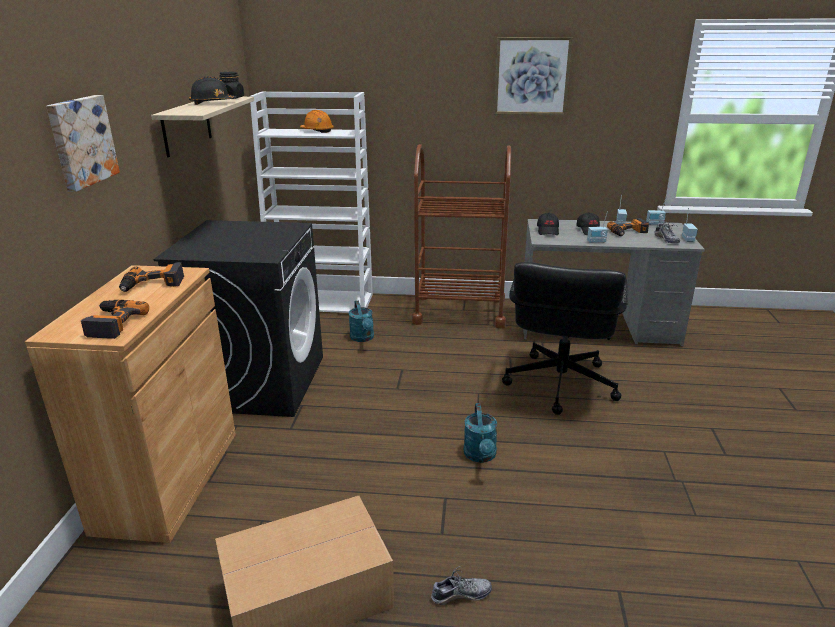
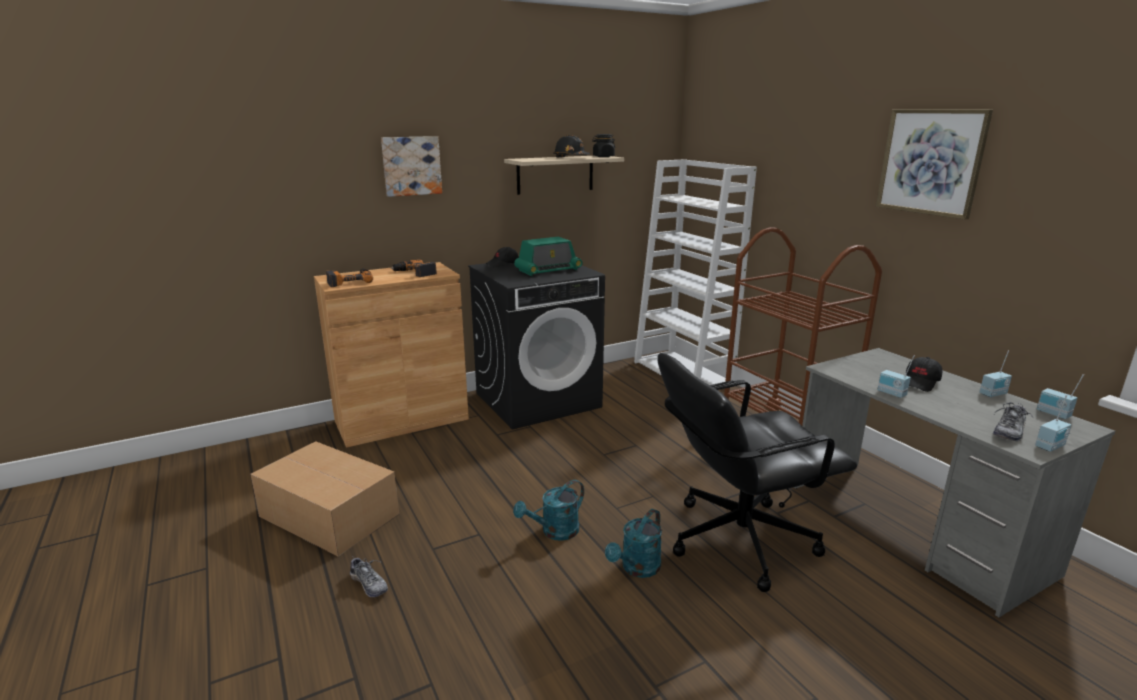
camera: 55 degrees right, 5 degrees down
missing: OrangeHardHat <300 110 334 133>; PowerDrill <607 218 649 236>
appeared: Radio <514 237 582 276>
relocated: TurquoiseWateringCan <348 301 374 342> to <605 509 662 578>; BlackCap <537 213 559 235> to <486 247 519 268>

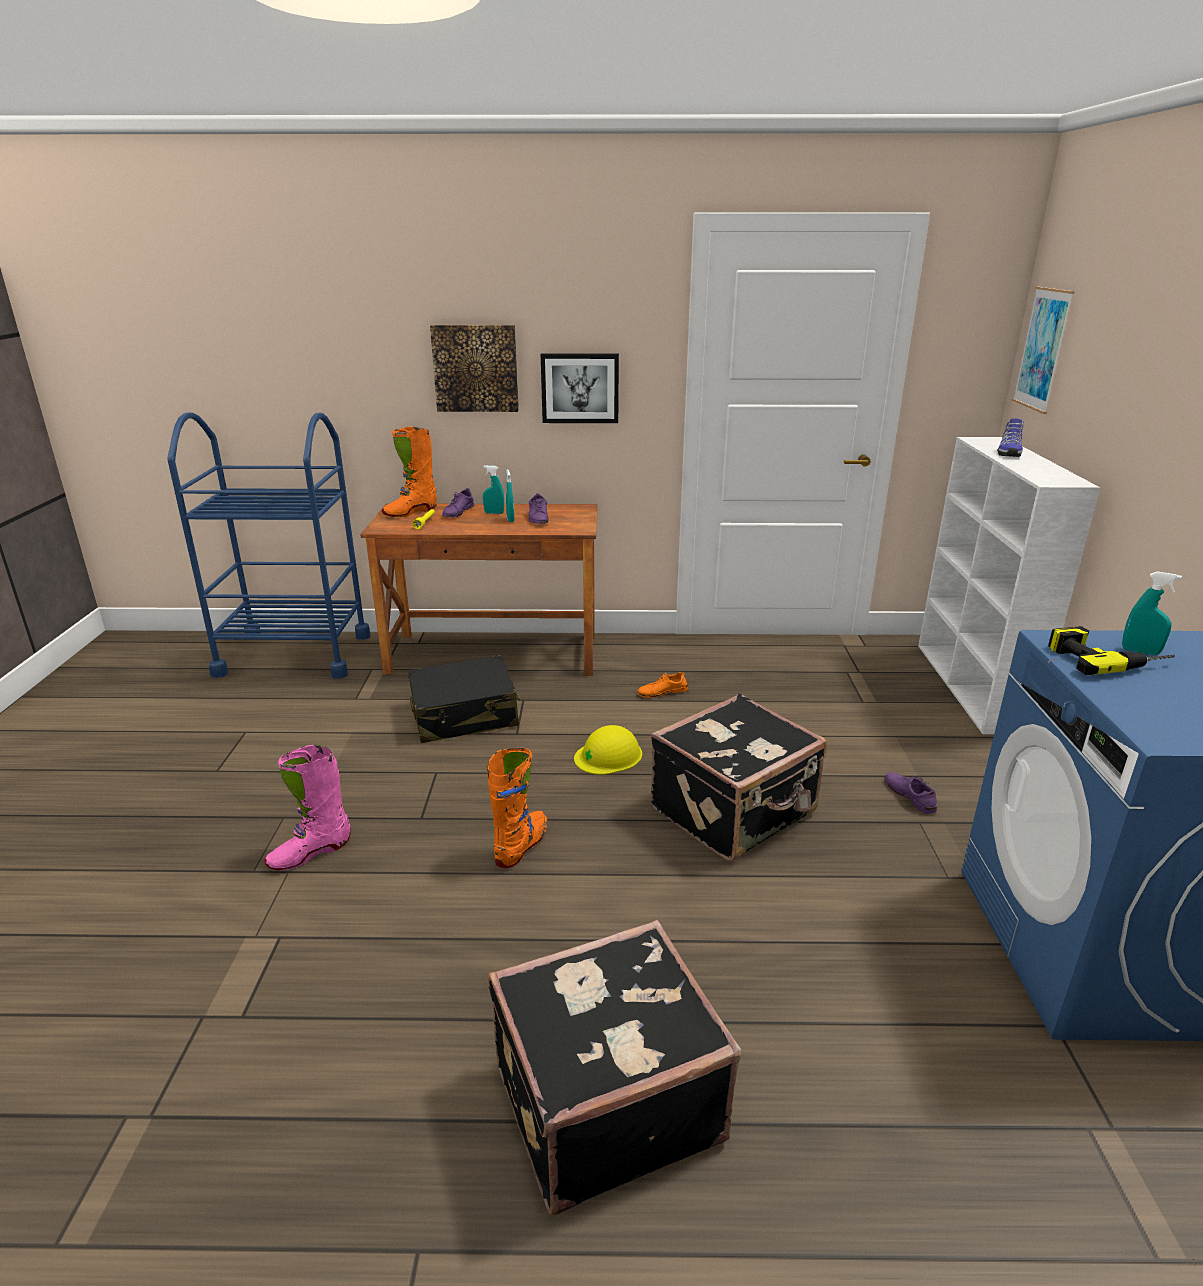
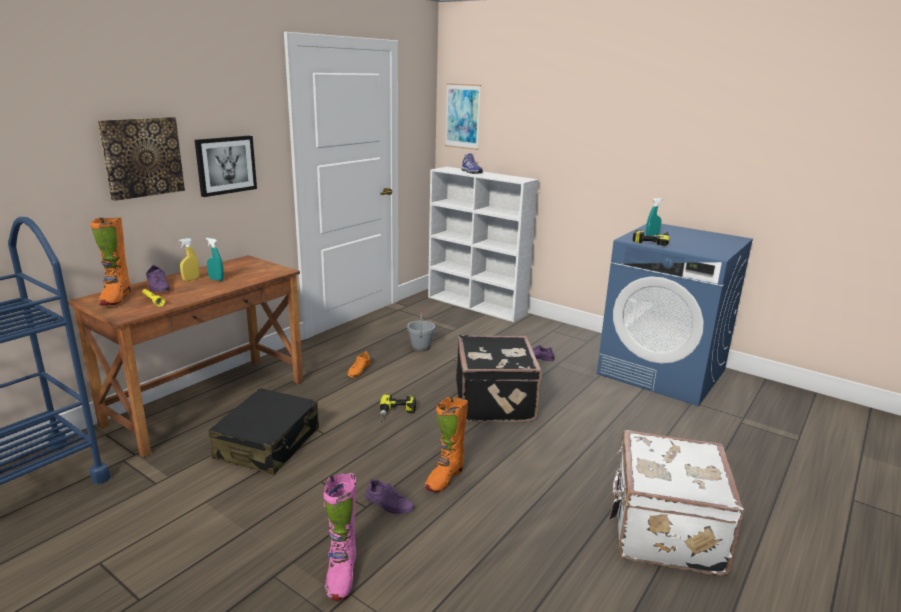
camera: 55 degrees left, 5 degrees down
appeared: GreyBucket <407 308 435 351>
relocated: PurpleShoe <529 493 549 524> to <365 479 415 514>
exchanged: YellowHardHat <574 725 642 775> to PowerDrill <380 394 416 423>
colour: TurquoiseSprayBottle <483 465 504 514> to YellowSprayBottle <179 238 199 281>; BlackSuitcase <488 920 741 1215> to WhiteSuitcase <609 430 744 576>
spun: OrangeBoot <487 748 547 868> = <425 397 468 492> 120 degrees counterclockwise

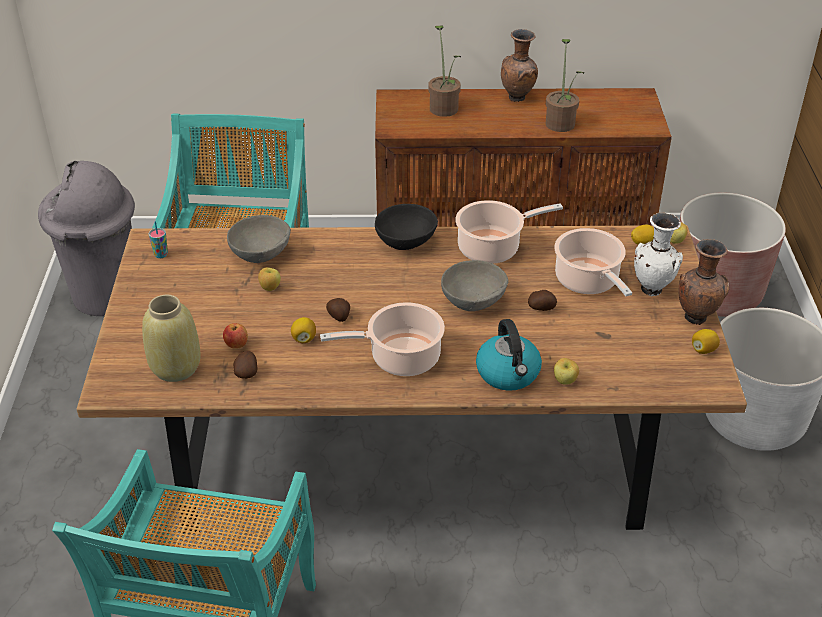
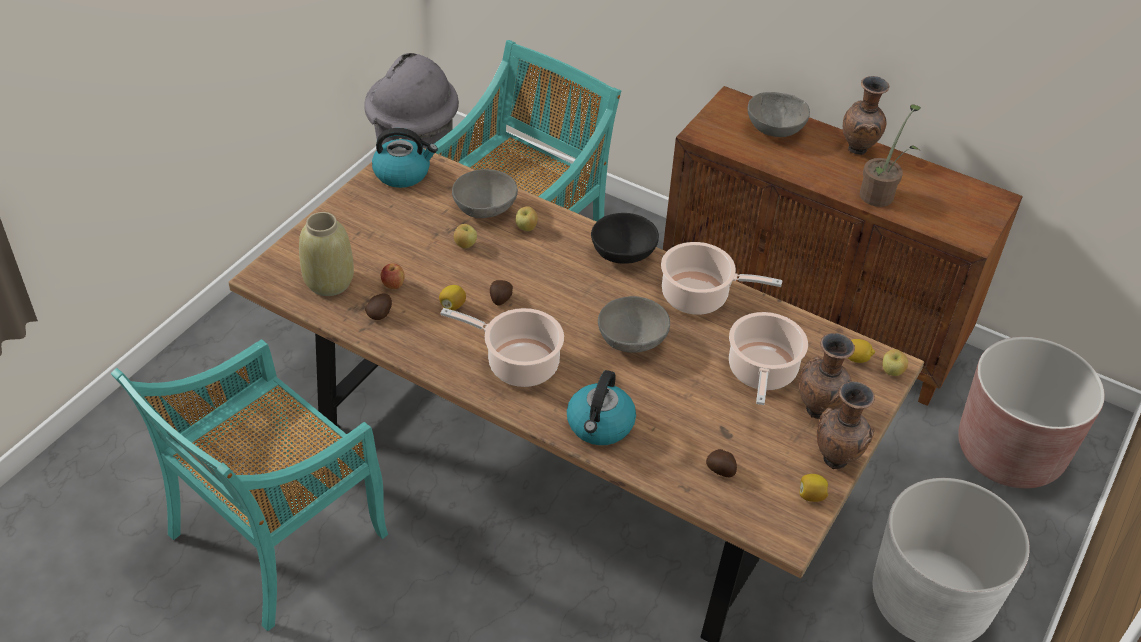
camera: 30 degrees right, 5 degrees up
relocated: Potato <528 290 557 311> to <706 449 737 477>; Apple <554 358 579 385> to <516 207 538 231>
exchanged: Cup <149 221 168 258> to Kettle <372 128 438 188>; PottedPlant <428 25 461 117> to GreyBowl <748 92 810 137>
colour: WhiteVase <634 212 683 297> to BrownVase <799 333 855 419>

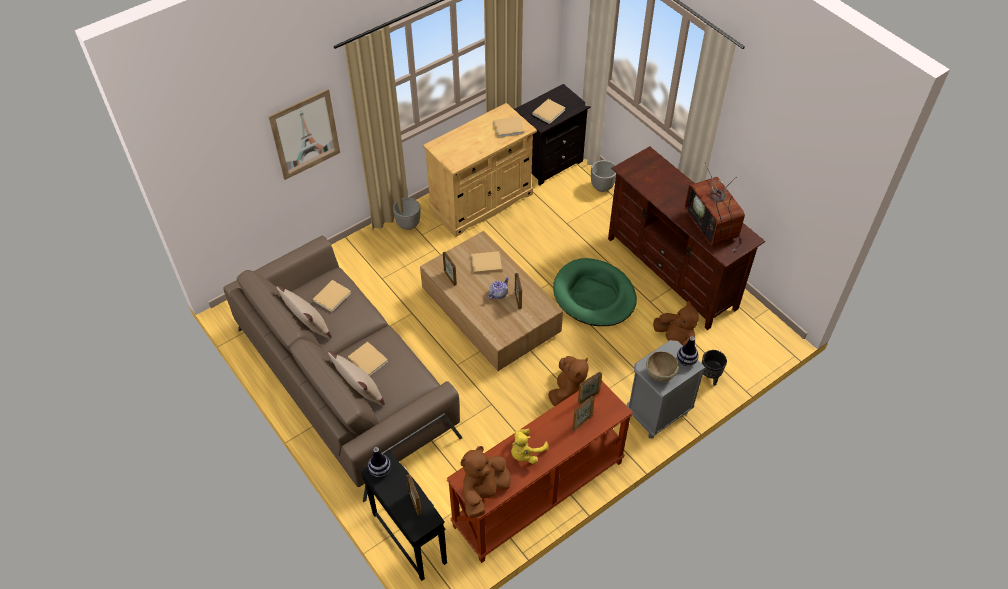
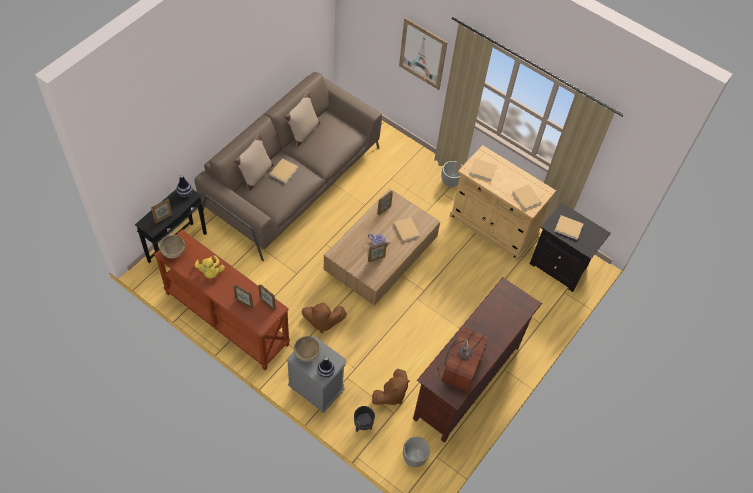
camera: 70 degrees right, 5 degrees up
missing: GreenDogBed <553 258 637 326>
relocated: BeigeBook <313 280 351 312> to <469 158 497 181>; Planter <591 160 616 192> to <403 437 430 467>
exchanged: BrownPlushToy <461 446 511 518> to BrownBowl <159 235 185 259>
spun: YellowPlushToy <511 429 548 464> = <194 255 225 278> 135 degrees counterclockwise; Television <685 163 745 252> = <437 326 489 392> 150 degrees clockwise

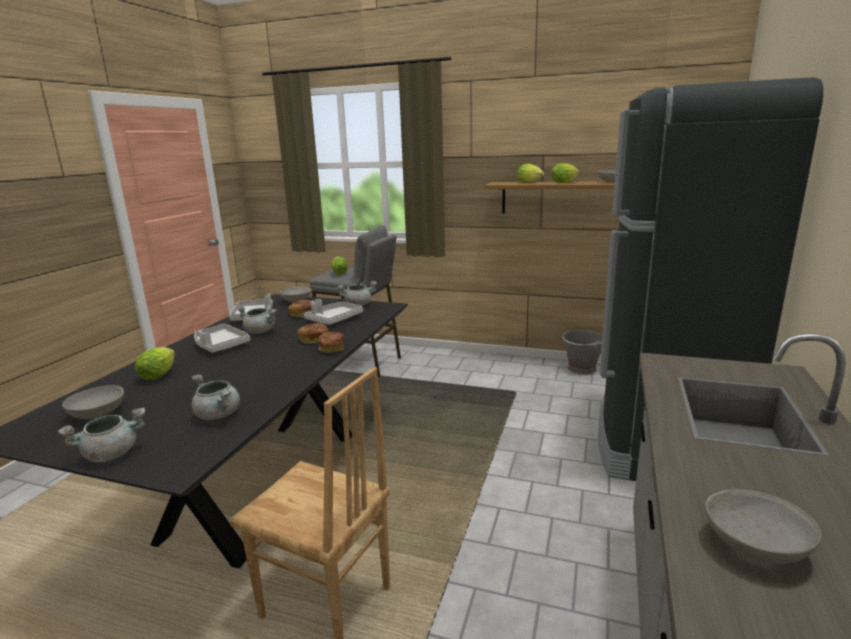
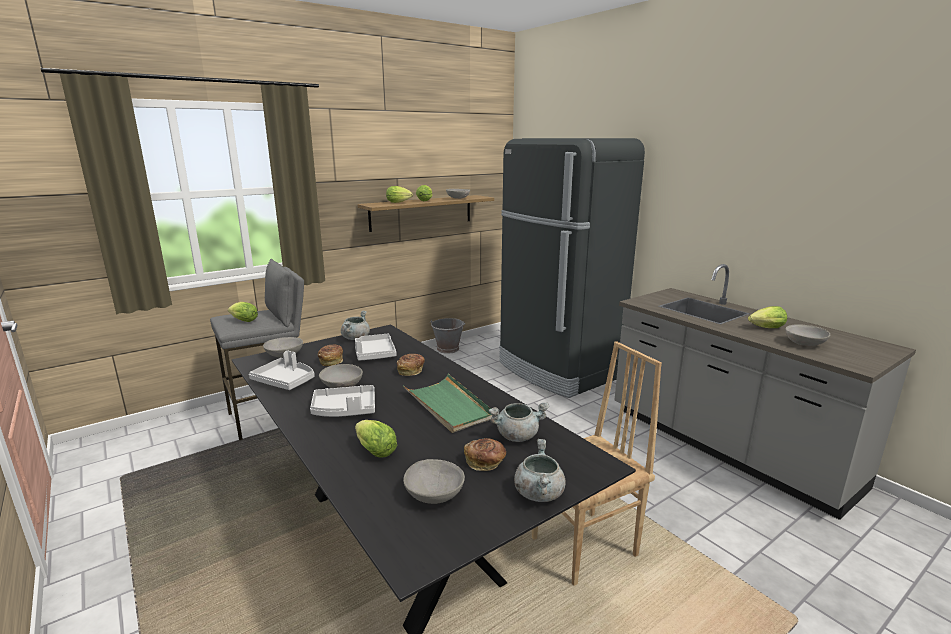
camera: 55 degrees left, 0 degrees up
appeared: GreenTray <403 374 492 433>; Lettuce <748 306 787 328>
relocated: Bread <318 332 344 353> to <464 438 506 471>
exchanged: GreyCookingPot <236 306 277 334> to GreyBowl <319 364 363 388>

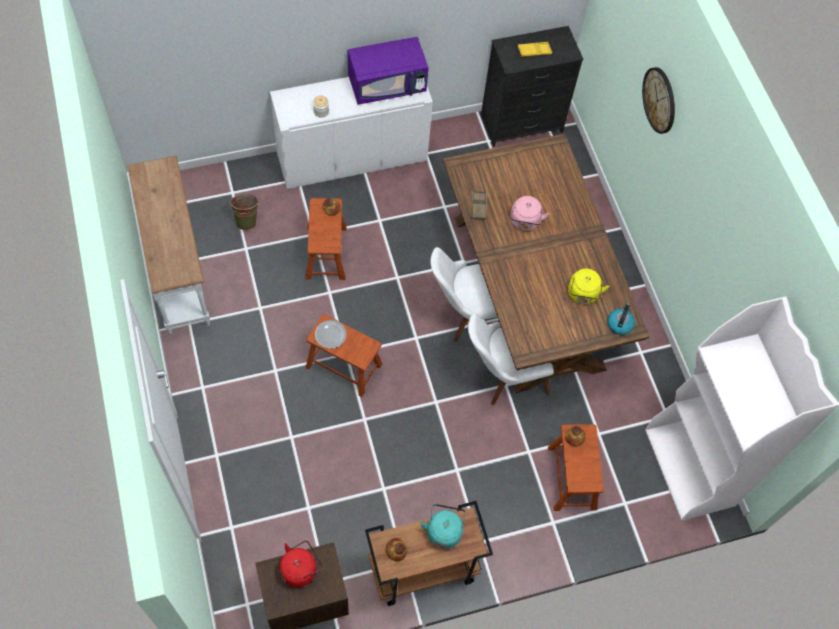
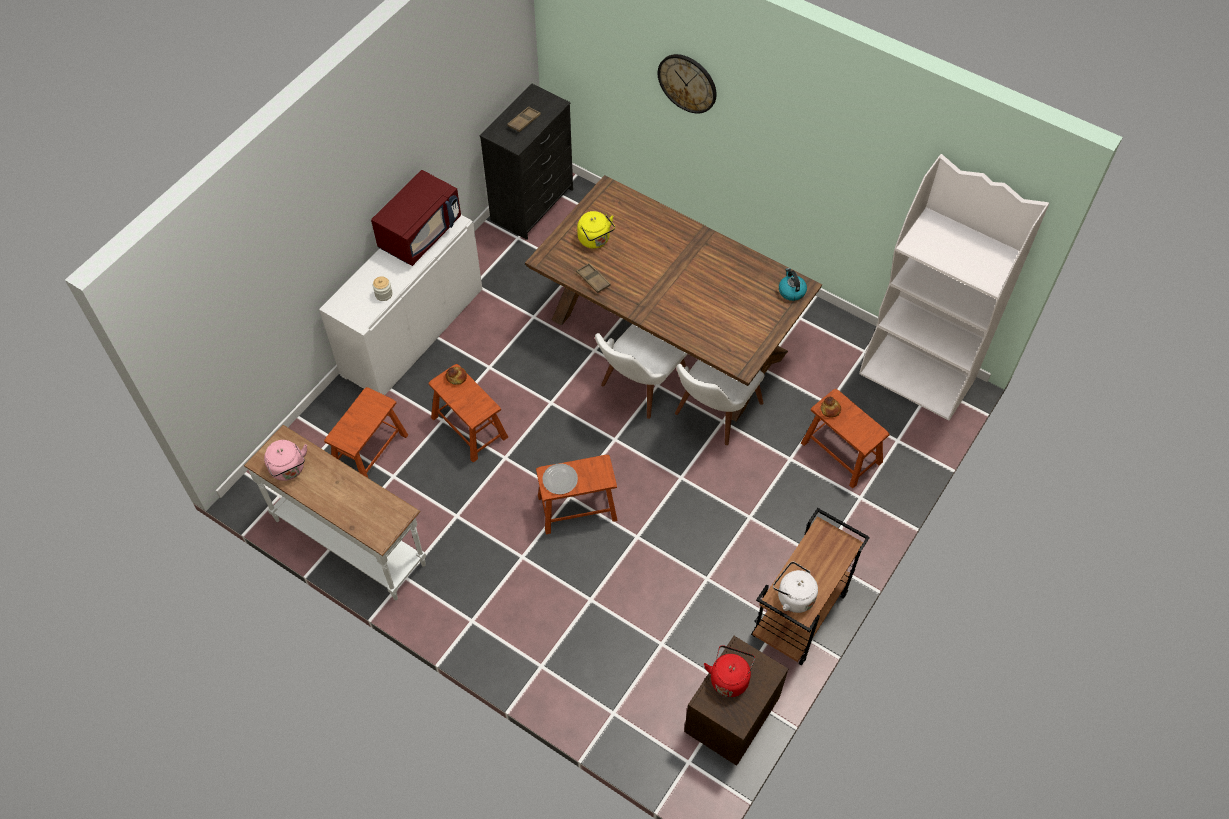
camera: 35 degrees left, 5 degrees down
missing: TurquoiseKettle <420 504 466 549>
relocated: PinkKettle <510 196 550 231> to <264 440 307 481>; YellowKettle <568 269 610 304> to <577 211 615 248>
exchanged: GreenBucket <229 194 259 230> to BrownStool <324 387 408 478>; Bread <386 538 407 561> to WhiteKettle <773 562 818 613>
colour: PurpleMicrowave <348 37 429 105> to RedMicrowave <371 170 461 266>; YellowTray <518 42 552 57> to BrownTray <507 107 541 132>

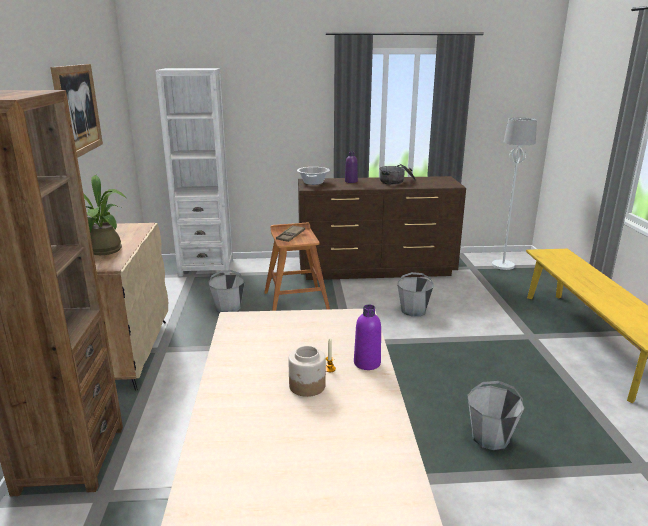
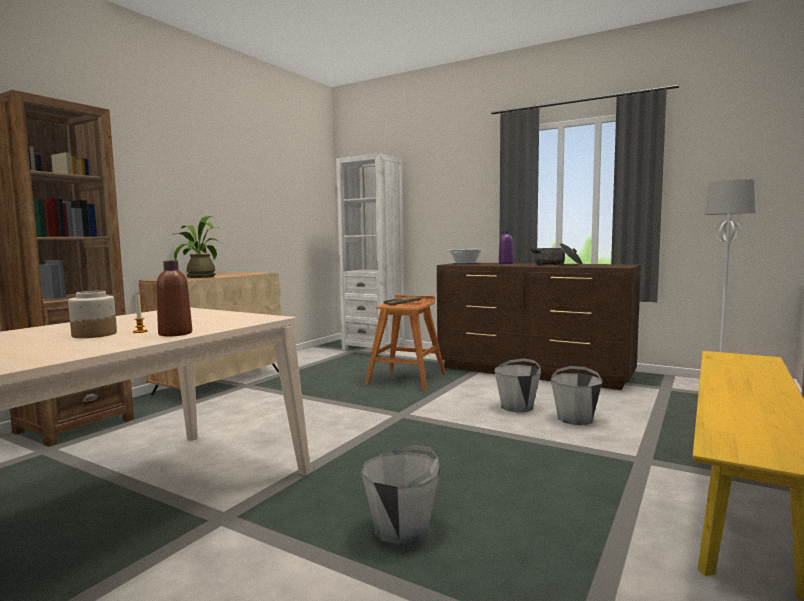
camera: 35 degrees right, 15 degrees down
missing: Picture <50 64 103 158>
relocated: GreyBucket <209 270 245 312> to <551 366 602 425>
colour: PurpleBottle <354 305 381 370> to BrownBottle <156 260 192 337>

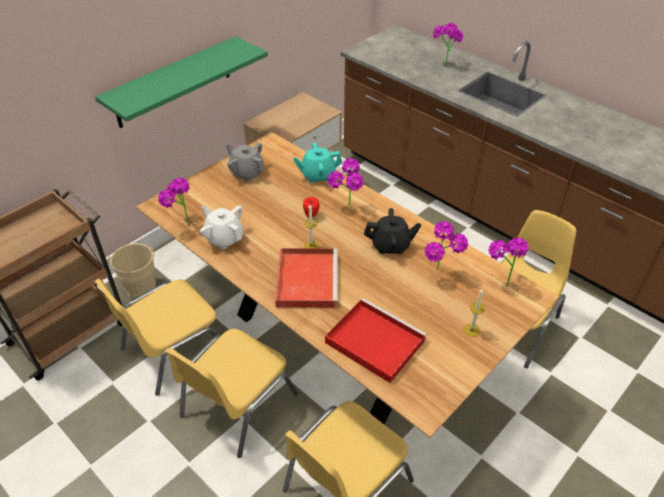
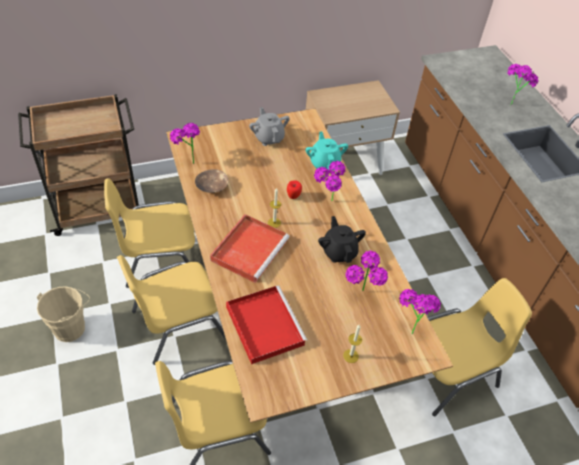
camera: 25 degrees right, 5 degrees up
missing: GreenShelf <95 36 268 128>
relocated: BeigeBucket <108 243 156 298> to <37 286 90 342>
exchanged: WhiteTeapot <200 205 244 249> to BrownBowl <195 169 229 193>
spun: TurquoiseTeapot <293 143 342 183> = <305 131 348 170> 60 degrees clockwise; BlackTeapot <364 208 421 254> = <318 216 366 263> 135 degrees counterclockwise

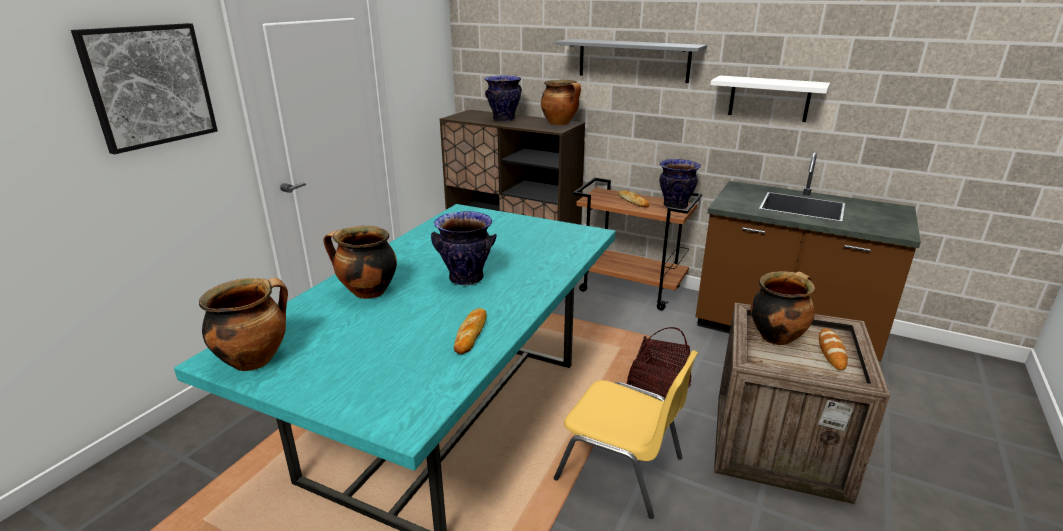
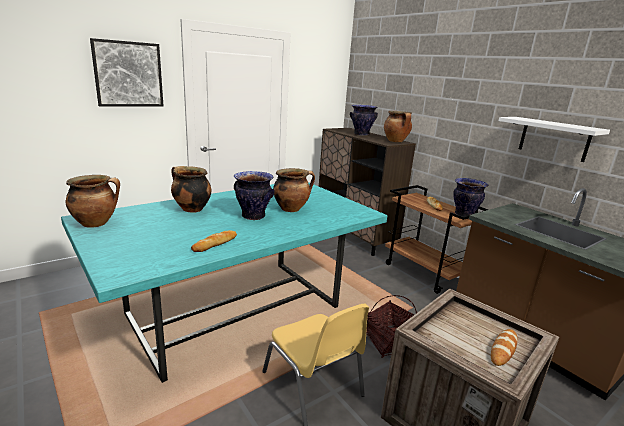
camera: 25 degrees right, 5 degrees down
missing: GreyShelf <556 39 707 83>
relocated: CookingPot <751 271 815 345> to <273 168 315 212>

